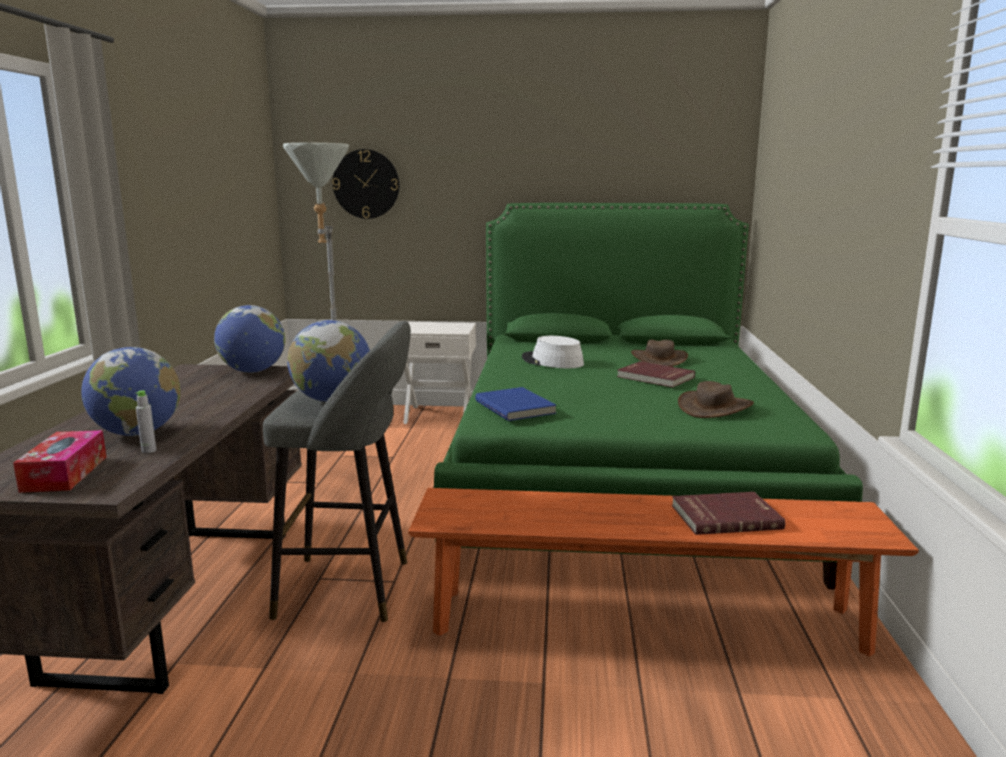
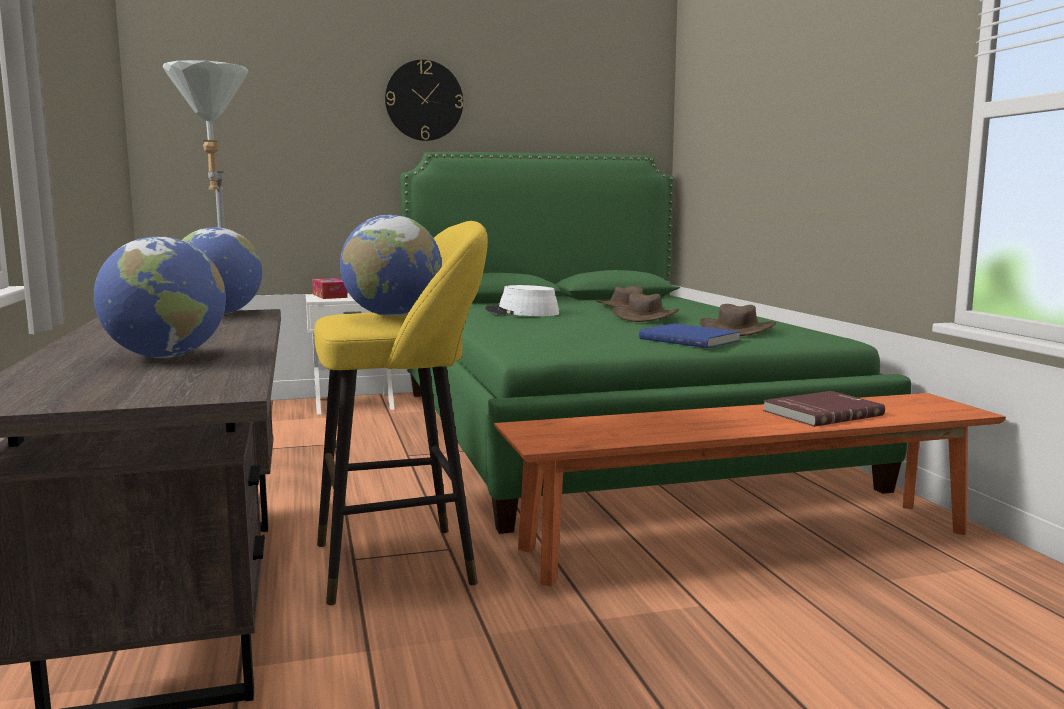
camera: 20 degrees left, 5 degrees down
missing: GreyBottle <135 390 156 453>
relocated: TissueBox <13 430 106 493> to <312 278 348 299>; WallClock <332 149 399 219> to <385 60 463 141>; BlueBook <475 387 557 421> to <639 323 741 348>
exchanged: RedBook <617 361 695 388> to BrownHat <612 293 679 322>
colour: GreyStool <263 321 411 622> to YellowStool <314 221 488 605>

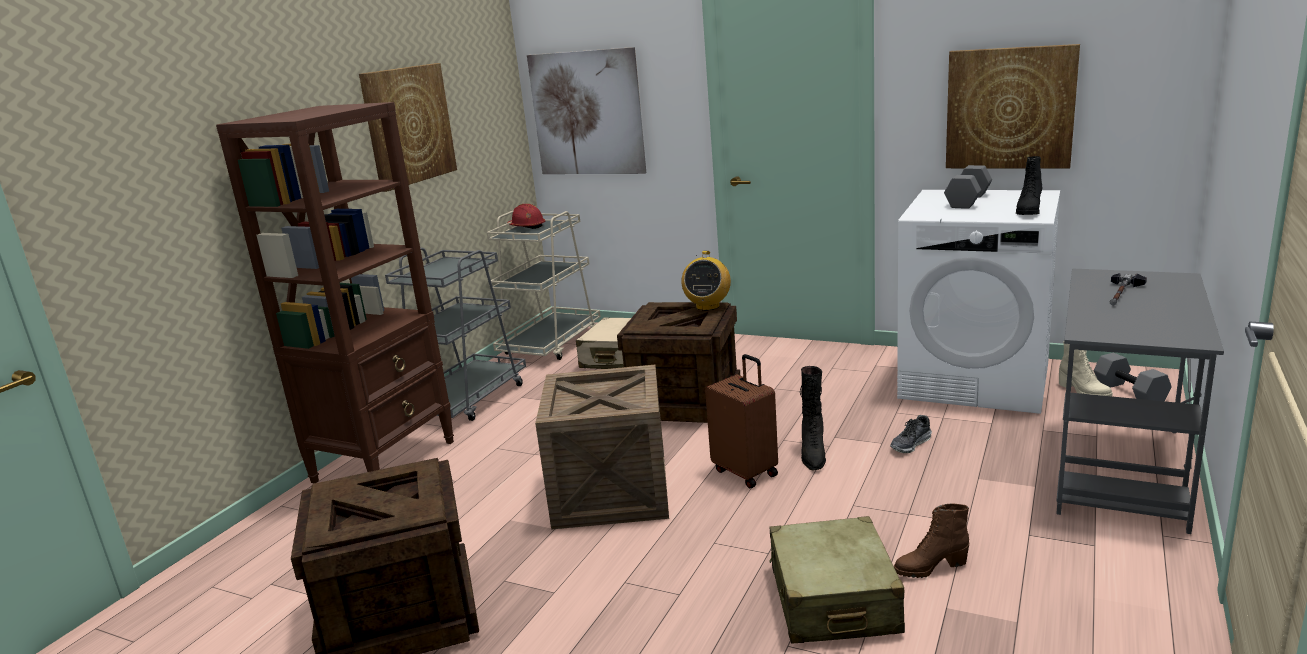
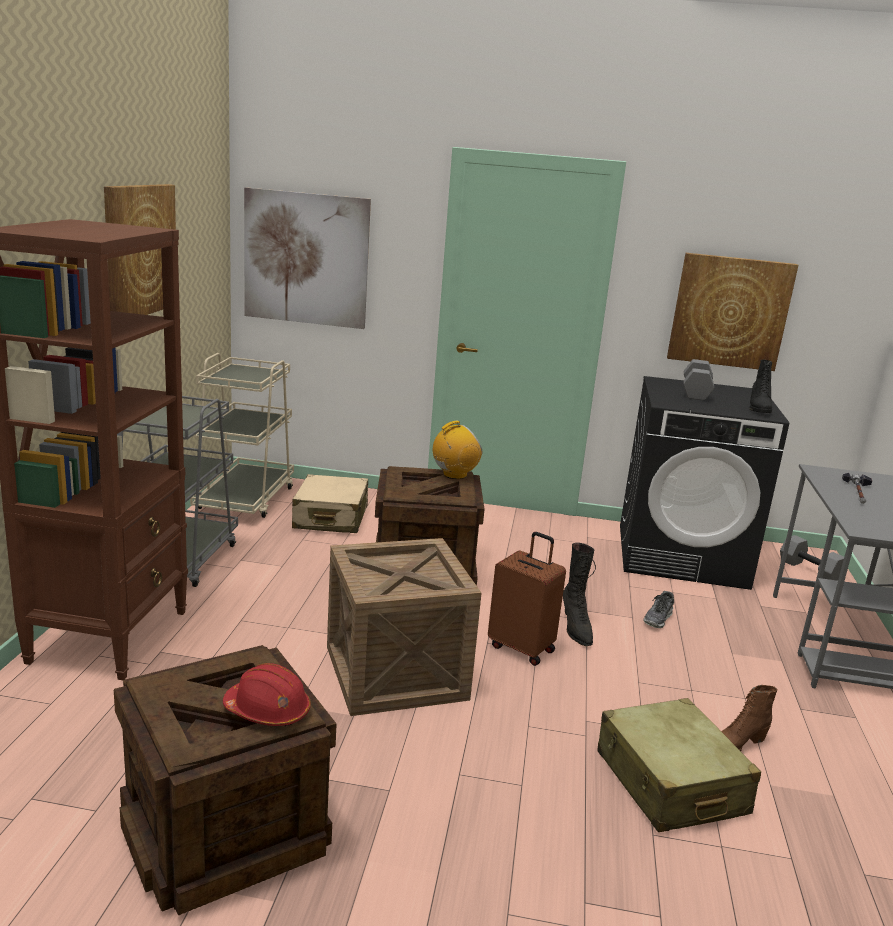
camera: 20 degrees left, 0 degrees up
missing: BeigeBoot <1059 341 1113 396>
relocated: RedHardHat <507 204 545 229> to <223 663 311 726>
colour: WhiteWashingMachine <897 190 1060 414> to BlackWashingMachine <620 376 789 590>
spun: Radio <681 251 731 311> = <433 421 483 479> 120 degrees counterclockwise

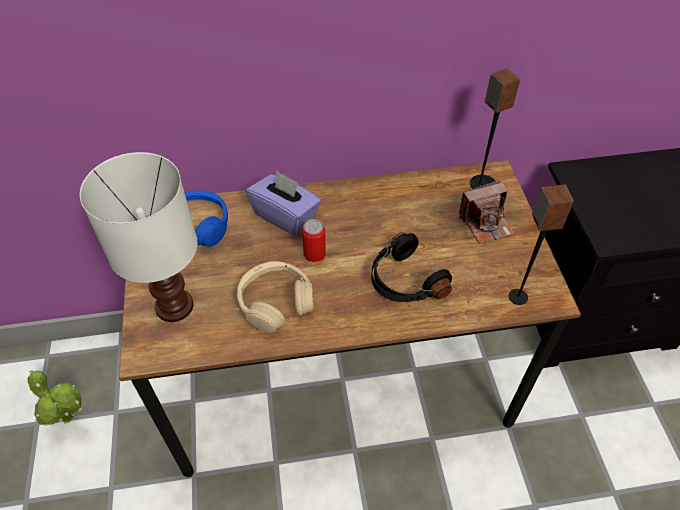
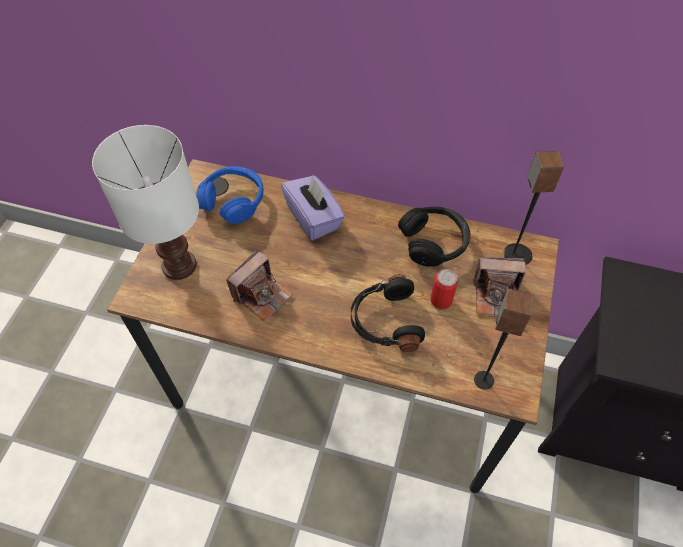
camera: 25 degrees right, 5 degrees up
missing: PottedPlant <27 370 82 426>
appeared: BlackHeadphones <398 207 471 267>
relocated: Can <302 219 326 262> to <430 269 458 309>
exchanged: BeigeHeadphones <237 261 314 333> to PhotoCamera <226 250 293 321>

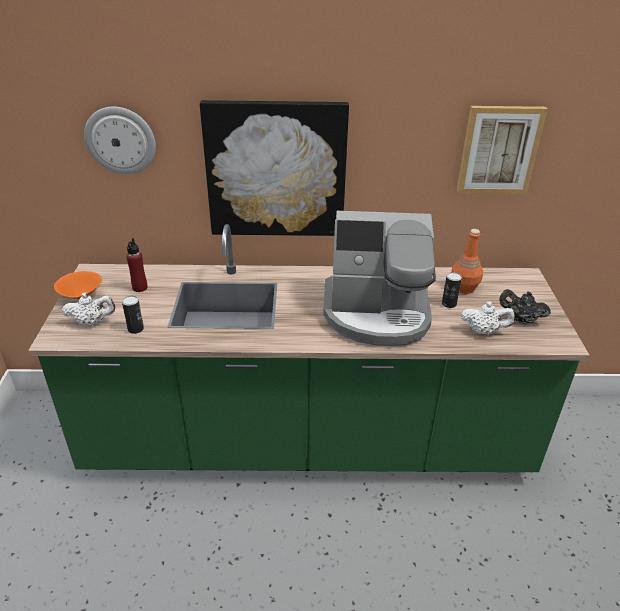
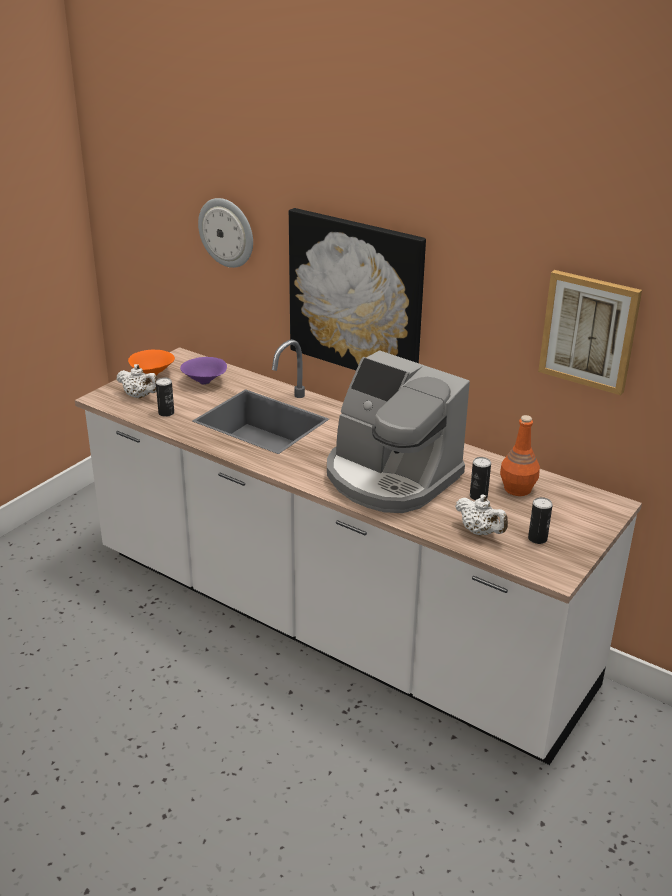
camera: 35 degrees right, 5 degrees down
exchanged: RedBottle <126 238 148 292> to PurpleBowl <180 357 227 385>; BlackTeapot <499 289 551 325> to Can <528 497 553 544>
colour: GreenCounter <28 224 590 472> to WhiteCounter <75 339 642 765>

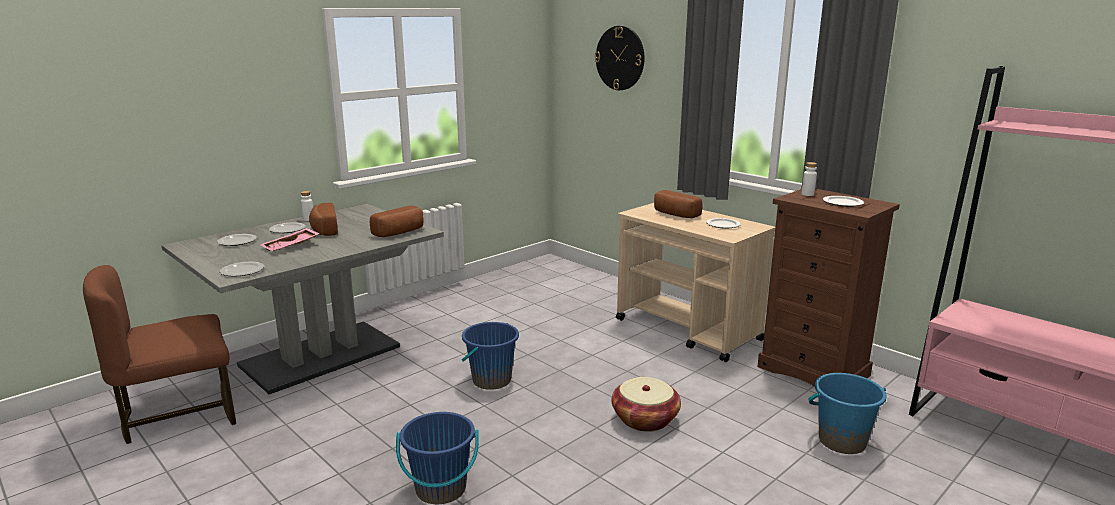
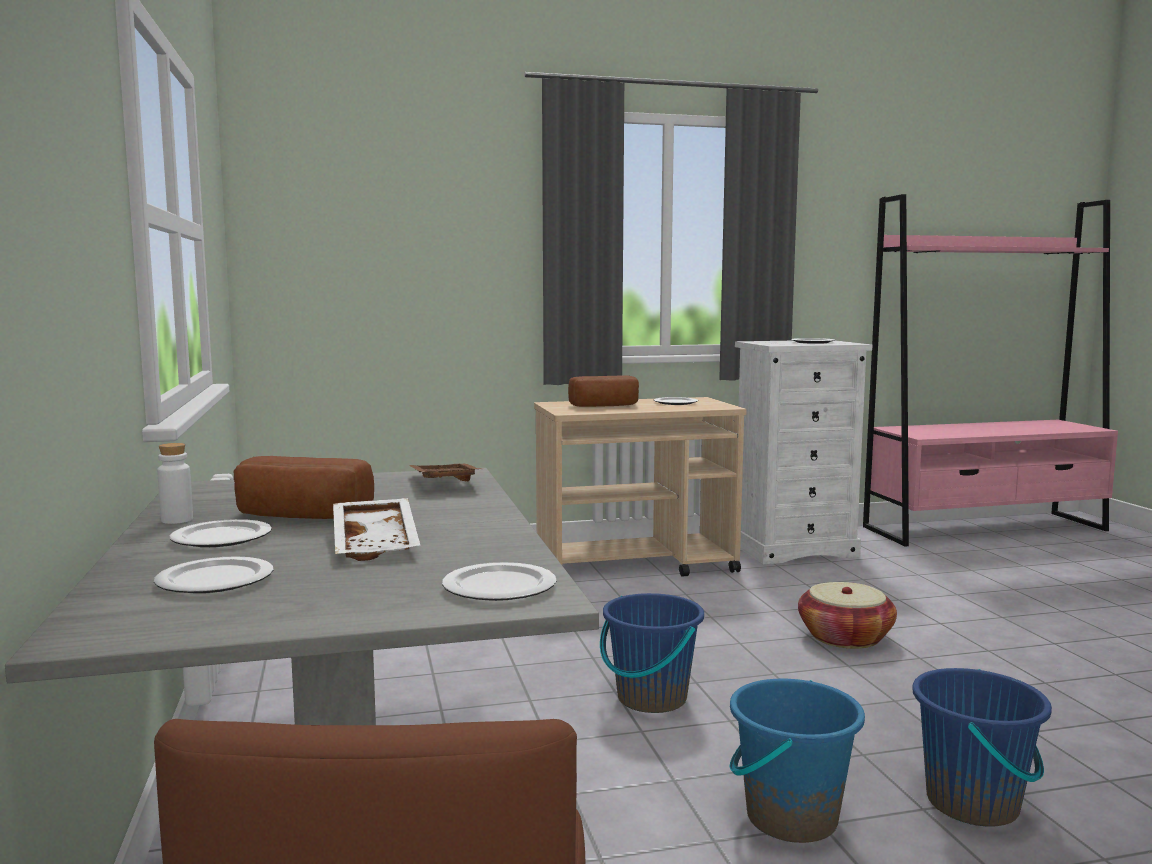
camera: 60 degrees left, 10 degrees down
missing: WallClock <595 26 645 90>; WhiteBottle <801 162 817 196>
relocated: BlueBucket <808 373 887 454> to <730 679 865 843>
exchanged: Bread <370 205 423 237> to BrownTray <410 464 481 481>
colour: PinkTray <261 228 320 251> to WhiteTray <333 498 420 561>; BrownDresser <757 189 900 386> to WhiteDresser <735 340 872 564>

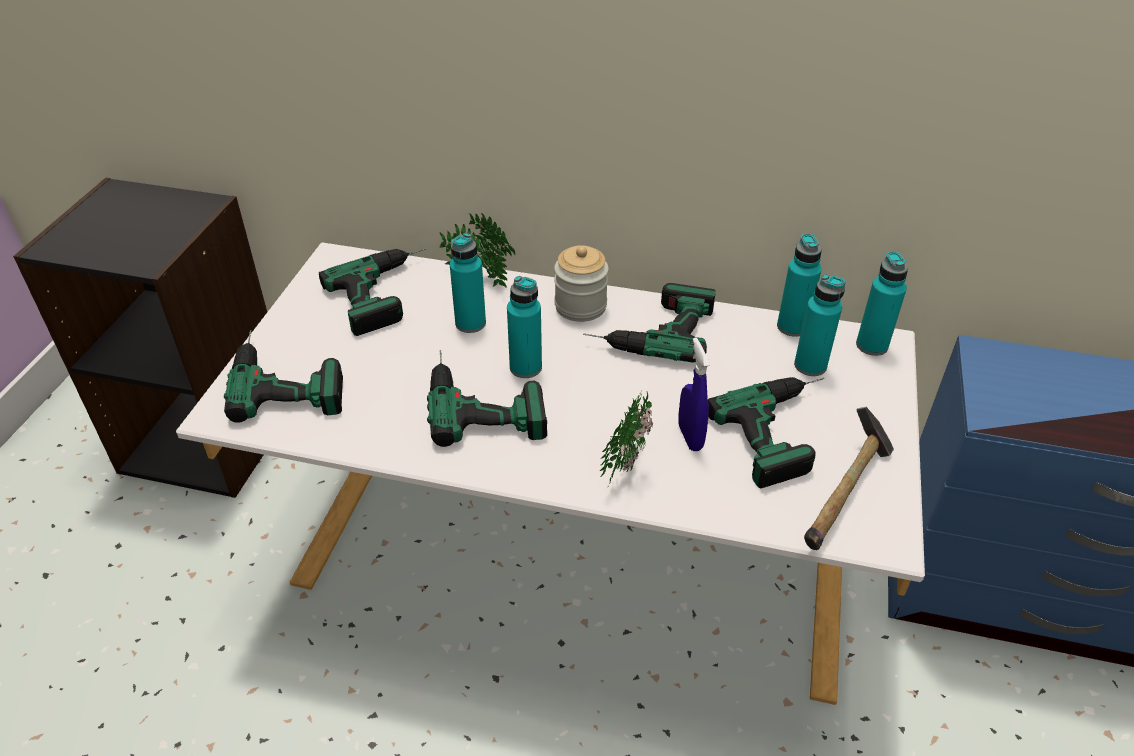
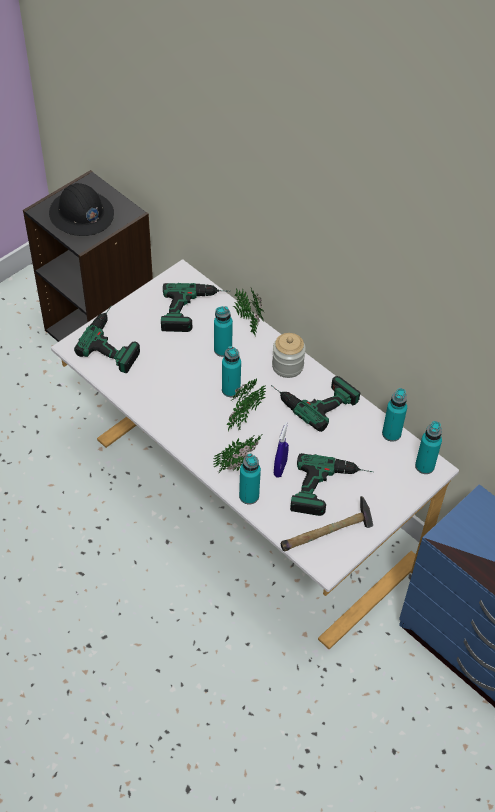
camera: 30 degrees right, 10 degrees up
missing: PowerDrill <427 350 547 447>
appeared: BlackHardHat <49 183 114 236>; PottedPlant <227 378 266 432>
relocated: TurquoiseBottle <794 274 846 376> to <239 453 261 504>

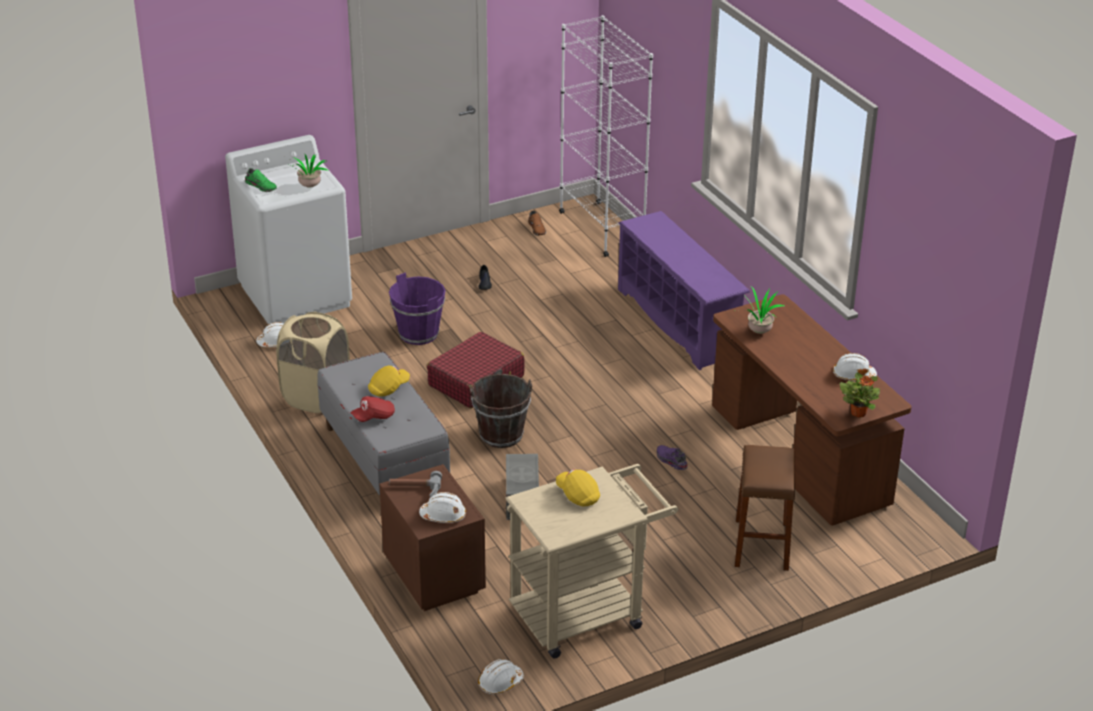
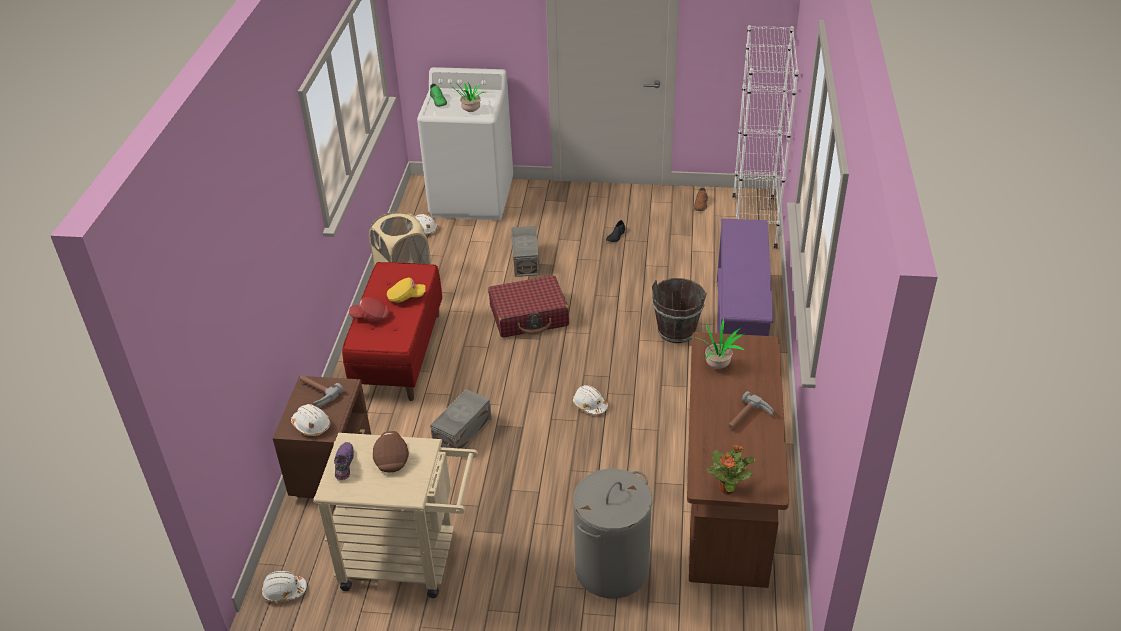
camera: 35 degrees right, 5 degrees up
appeared: Hammer <728 391 774 429>
relocated: BrownBucket <470 374 532 448> to <652 278 707 343>; PurpleShoe <657 445 688 470> to <334 442 354 480>; WhiteHardHat <833 353 877 381> to <572 385 608 415>
exchanged: PurpleBucket <389 273 446 345> to GreyStorageBox <511 226 540 277>; BrownStool <735 445 795 571> to GreyLaundryBasket <573 469 653 599>
colour: GreyBench <317 352 450 495> to RedBench <342 262 442 401>; YellowCap <556 470 600 506> to BrownCap <373 431 409 473>

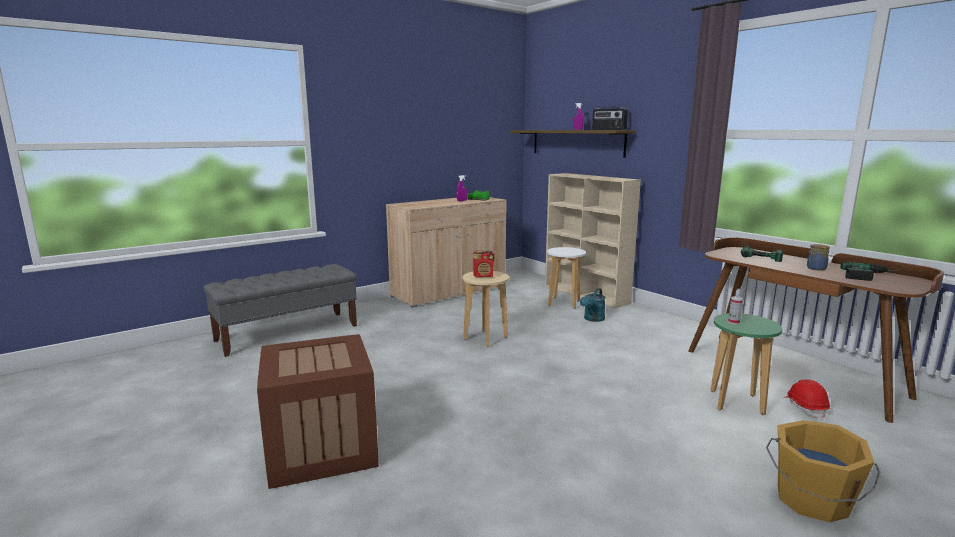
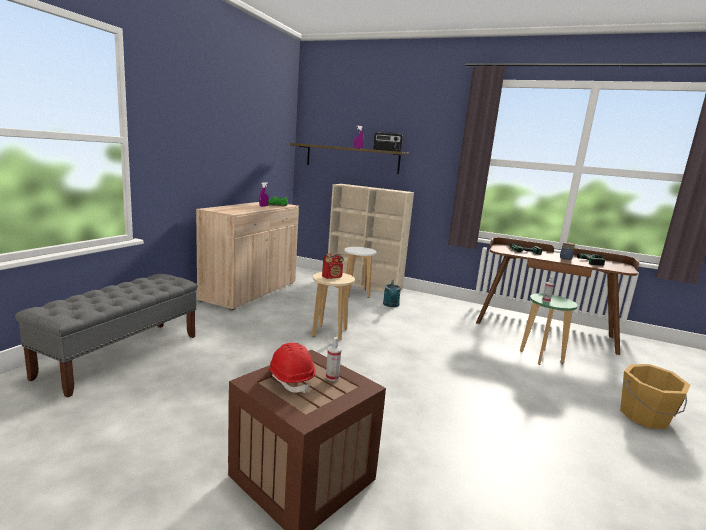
camera: 30 degrees left, 0 degrees up
appeared: SprayBottle <326 337 342 381>
relocated: RedHardHat <786 379 830 420> to <267 343 315 393>

